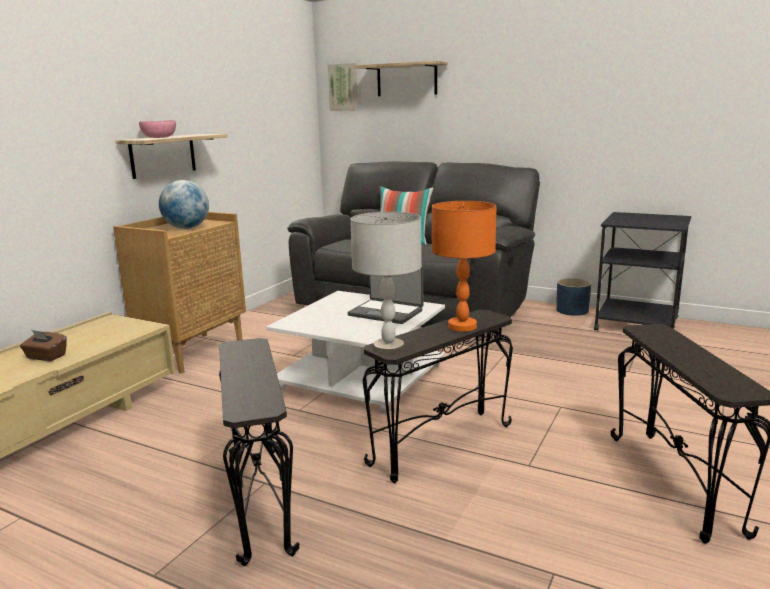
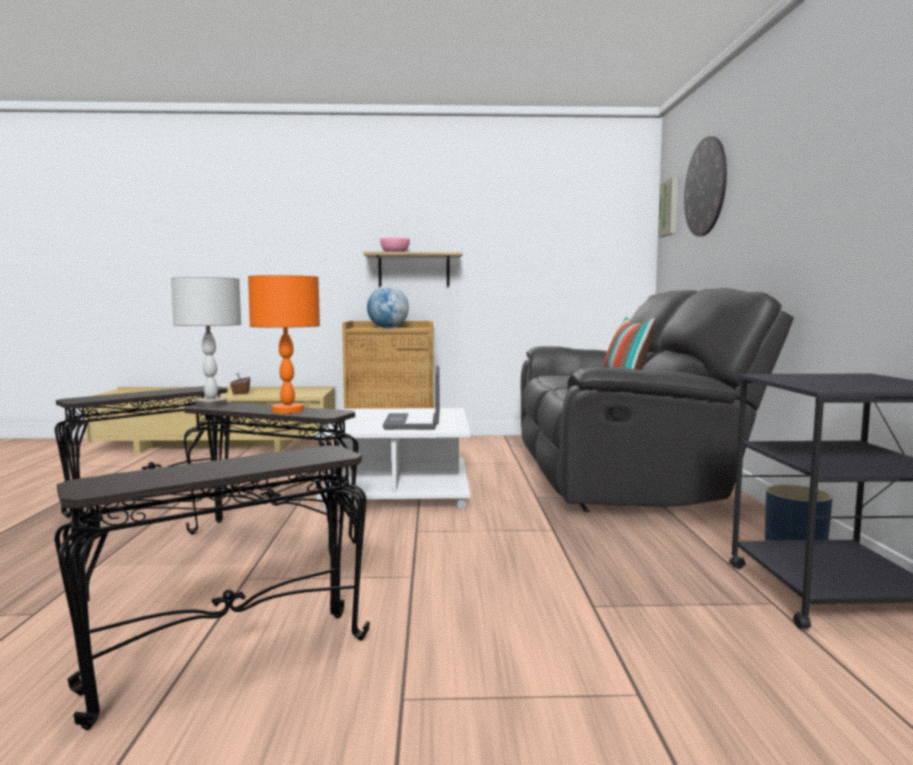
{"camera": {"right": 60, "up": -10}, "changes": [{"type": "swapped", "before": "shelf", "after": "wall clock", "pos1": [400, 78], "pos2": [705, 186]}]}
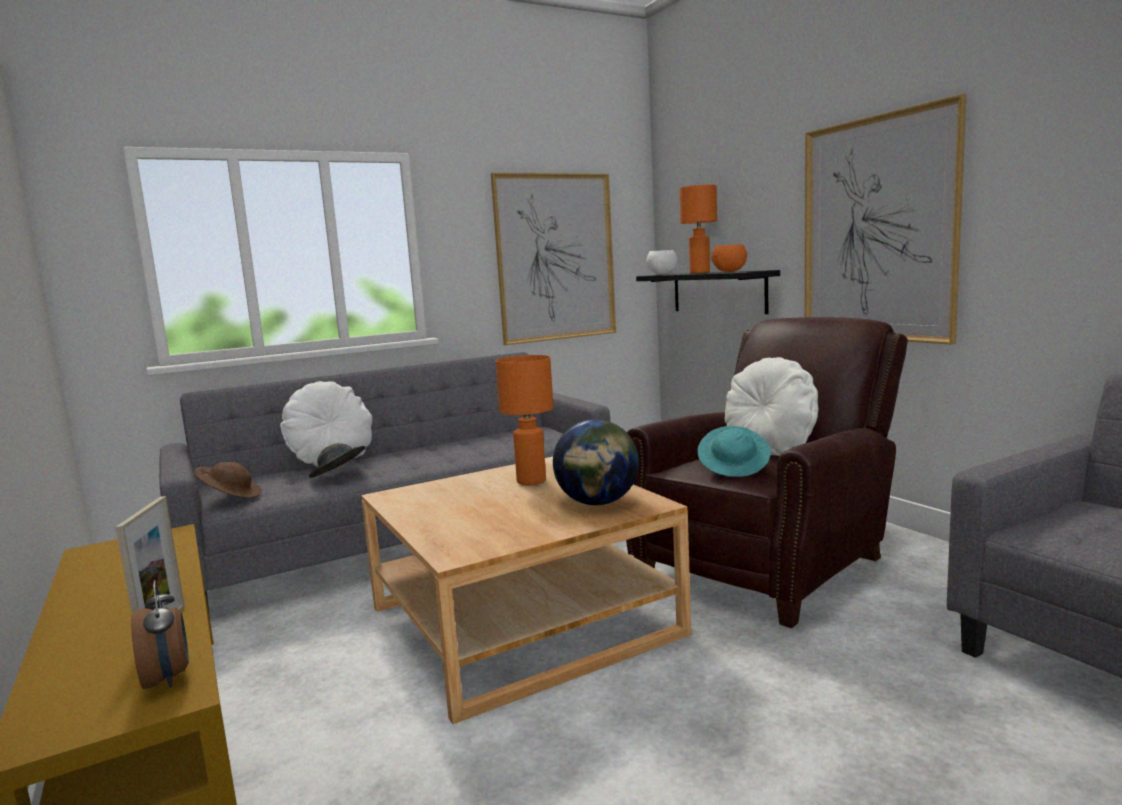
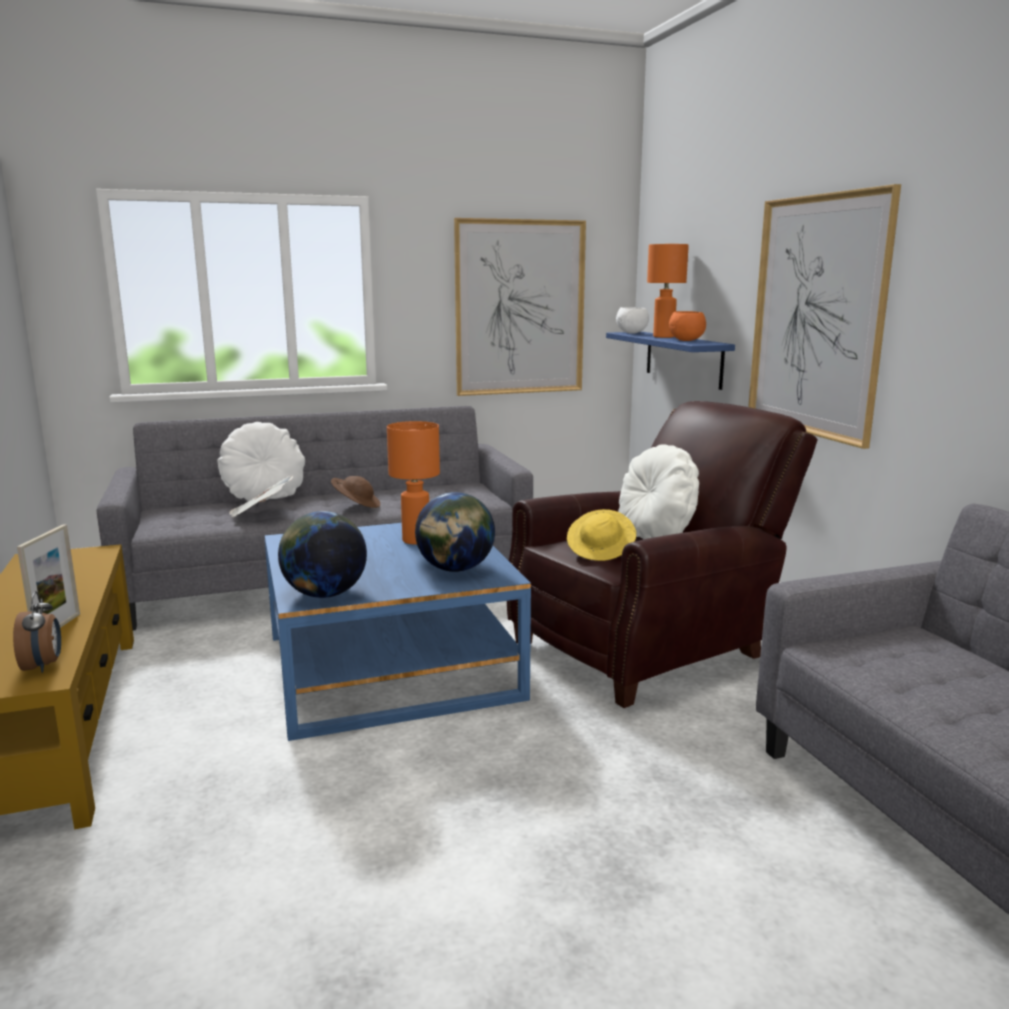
{"camera": {"right": 10, "up": 5}, "changes": [{"type": "shifted", "before": "brown hat", "pos1": [228, 480], "pos2": [355, 492]}, {"type": "swapped", "before": "grey hat", "after": "newspaper", "pos1": [337, 460], "pos2": [261, 497]}, {"type": "repainted", "before": "beige coffee table", "after": "blue coffee table", "pos1": [526, 590], "pos2": [398, 632]}, {"type": "repainted", "before": "black shelf", "after": "blue shelf", "pos1": [708, 292], "pos2": [670, 361]}, {"type": "repainted", "before": "turquoise hat", "after": "yellow hat", "pos1": [734, 451], "pos2": [601, 535]}, {"type": "new", "after": "globe", "pos2": [322, 554]}]}
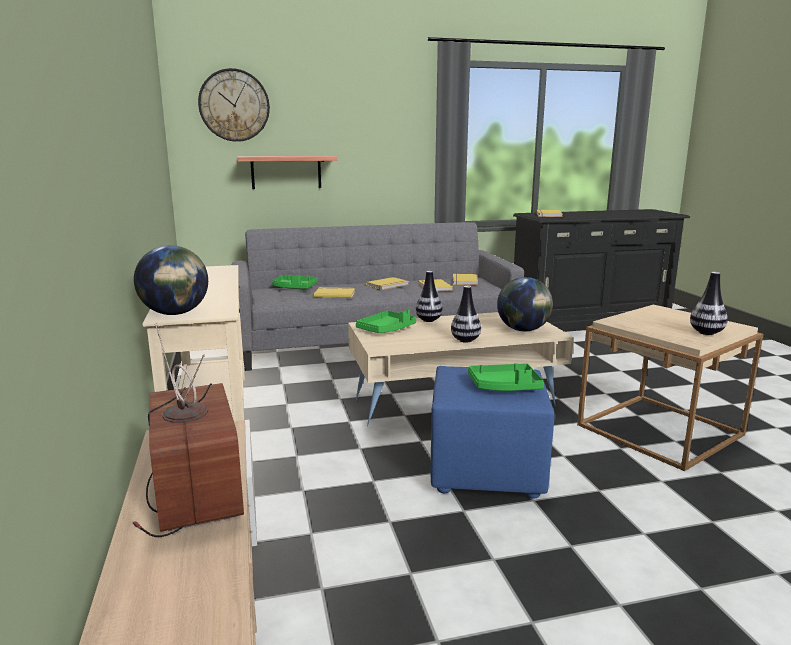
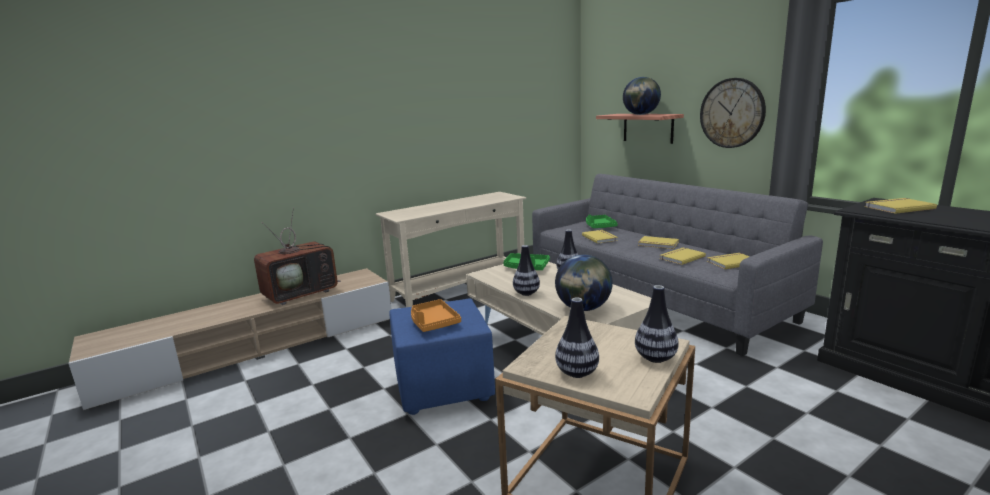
{"camera": {"right": 70, "up": 0}, "changes": [{"type": "shifted", "before": "globe", "pos1": [171, 280], "pos2": [642, 96]}, {"type": "shifted", "before": "wall clock", "pos1": [234, 105], "pos2": [733, 113]}, {"type": "repainted", "before": "green tray", "after": "orange tray", "pos1": [506, 377], "pos2": [436, 315]}, {"type": "new", "after": "vase", "pos2": [656, 324]}]}
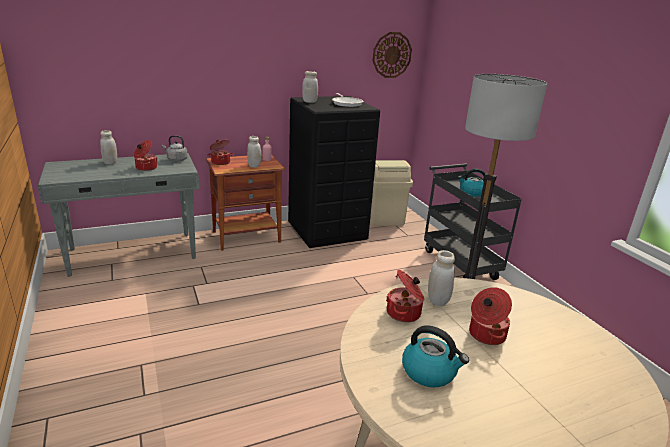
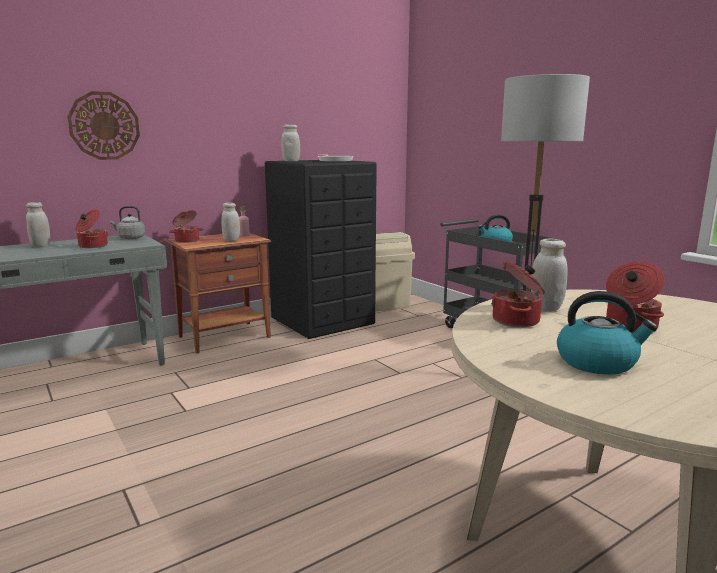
{"camera": {"right": -10, "up": -10}, "changes": [{"type": "shifted", "before": "wall clock", "pos1": [392, 55], "pos2": [103, 125]}]}
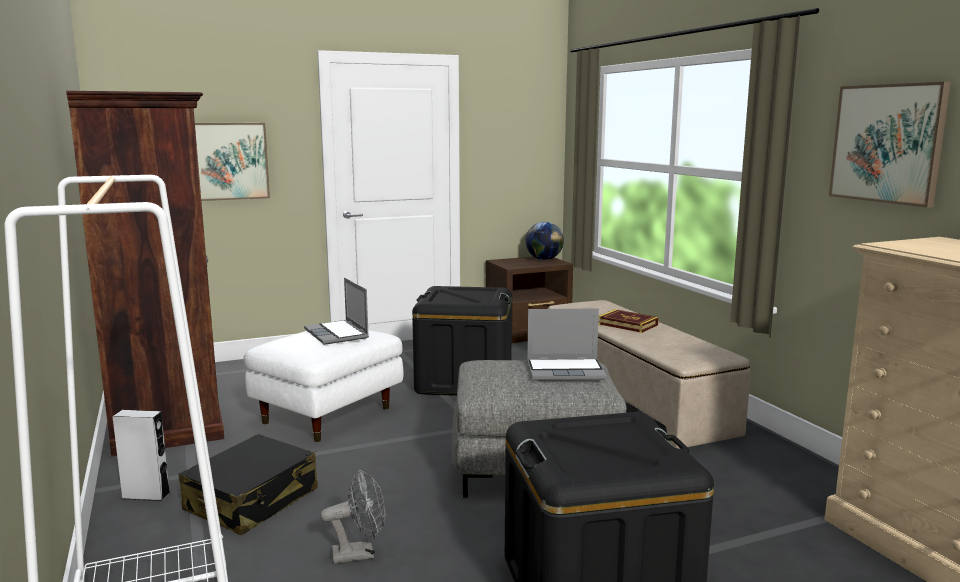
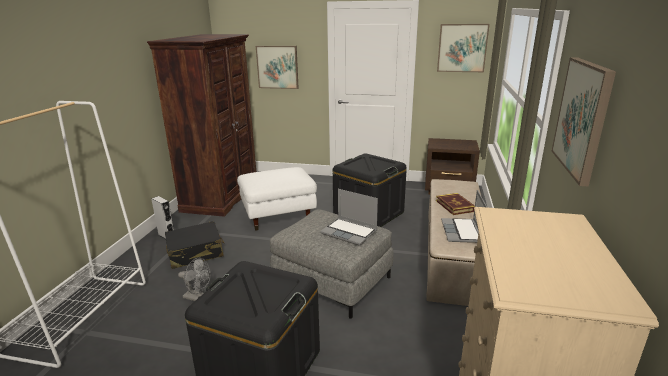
{"camera": {"right": 35, "up": 10}, "changes": [{"type": "shifted", "before": "laptop", "pos1": [336, 311], "pos2": [464, 216]}, {"type": "gone", "before": "globe", "pos1": [545, 241]}, {"type": "new", "after": "picture", "pos2": [463, 48]}]}
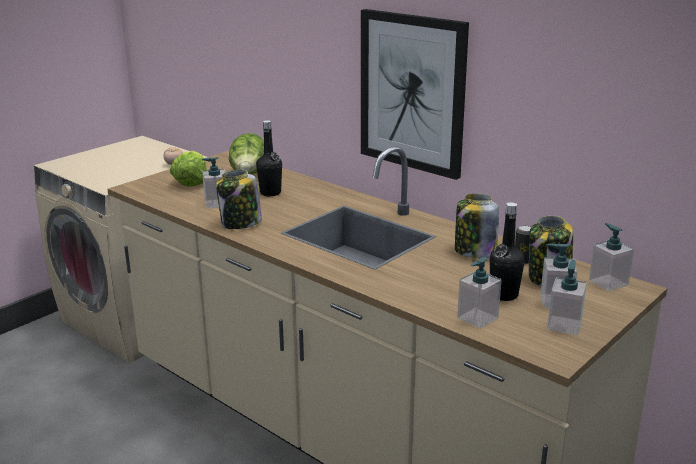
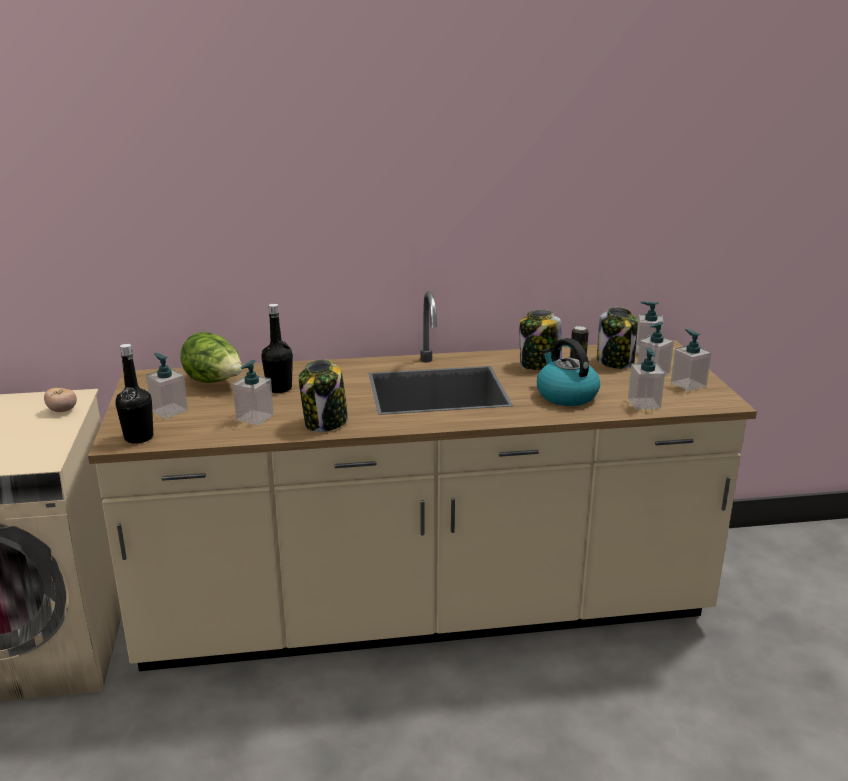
{"camera": {"right": -50, "up": 0}, "changes": [{"type": "swapped", "before": "lettuce", "after": "soap dispenser", "pos1": [188, 169], "pos2": [167, 386]}, {"type": "gone", "before": "picture", "pos1": [415, 94]}, {"type": "shifted", "before": "black bottle", "pos1": [507, 251], "pos2": [134, 394]}, {"type": "new", "after": "kettle", "pos2": [568, 372]}]}
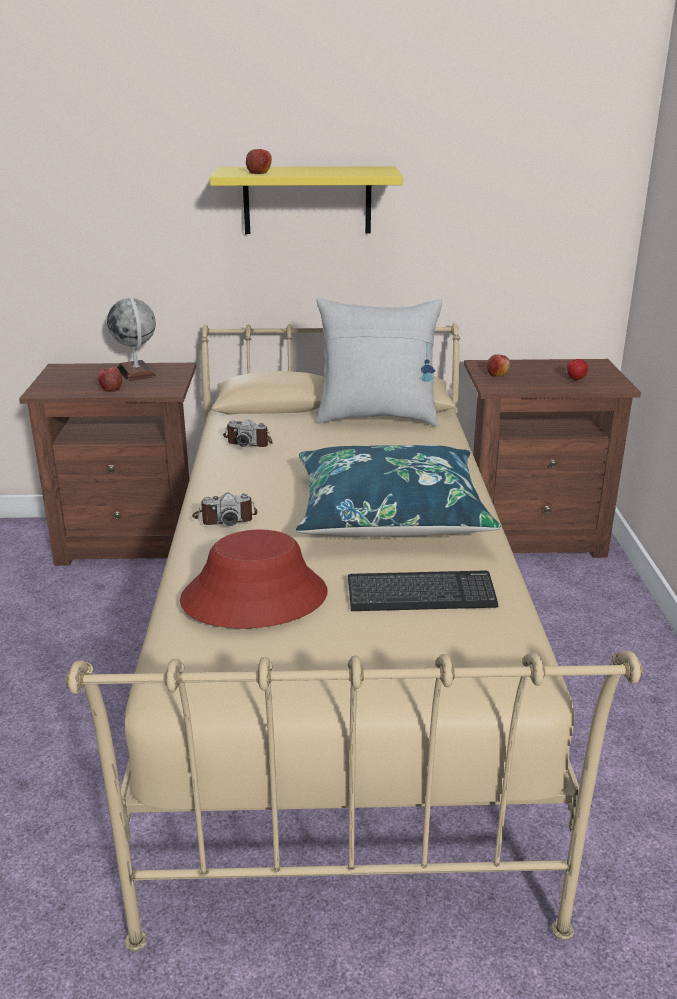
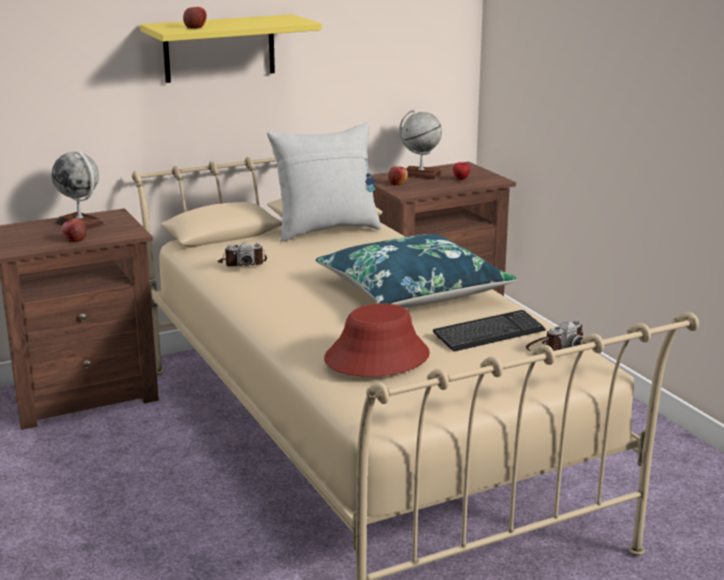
{"camera": {"right": -25, "up": -5}, "changes": [{"type": "shifted", "before": "photo camera", "pos1": [225, 509], "pos2": [554, 335]}, {"type": "new", "after": "globe", "pos2": [420, 144]}]}
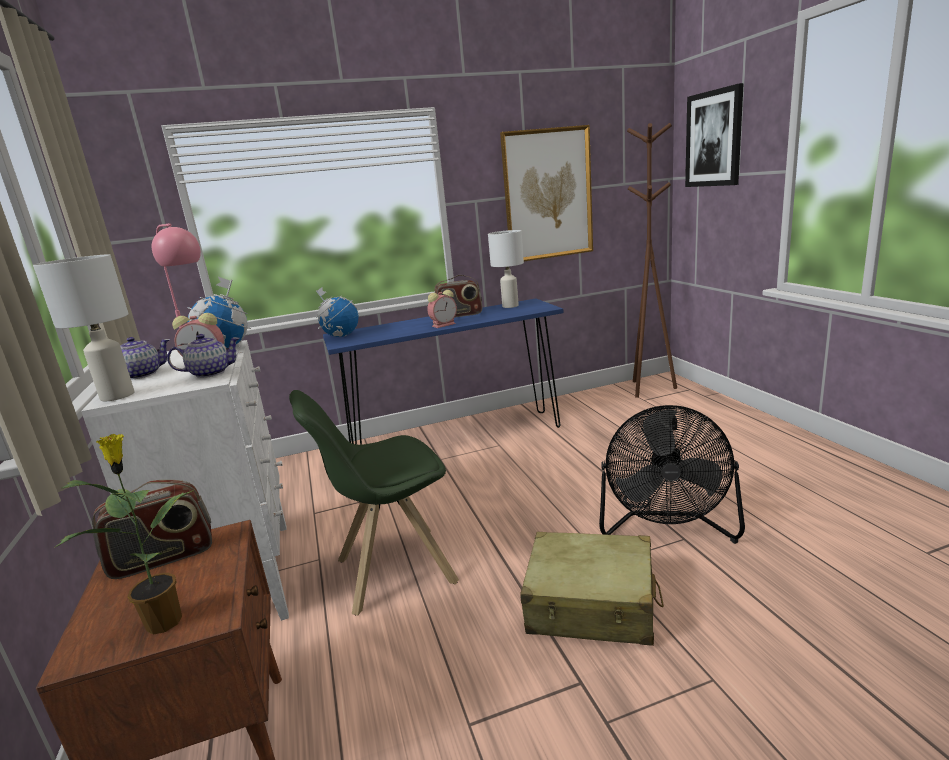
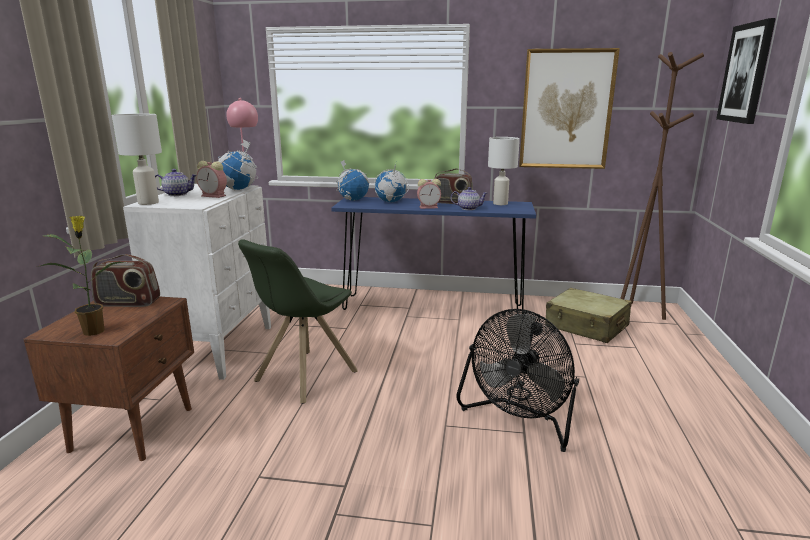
{"camera": {"right": 25, "up": 0}, "changes": [{"type": "shifted", "before": "teapot", "pos1": [203, 356], "pos2": [469, 198]}, {"type": "rotated", "before": "green chair", "pos1": [374, 502], "pos2": [298, 321], "turn": -60}, {"type": "shifted", "before": "beige suitcase", "pos1": [592, 589], "pos2": [588, 315]}, {"type": "new", "after": "globe", "pos2": [391, 183]}]}
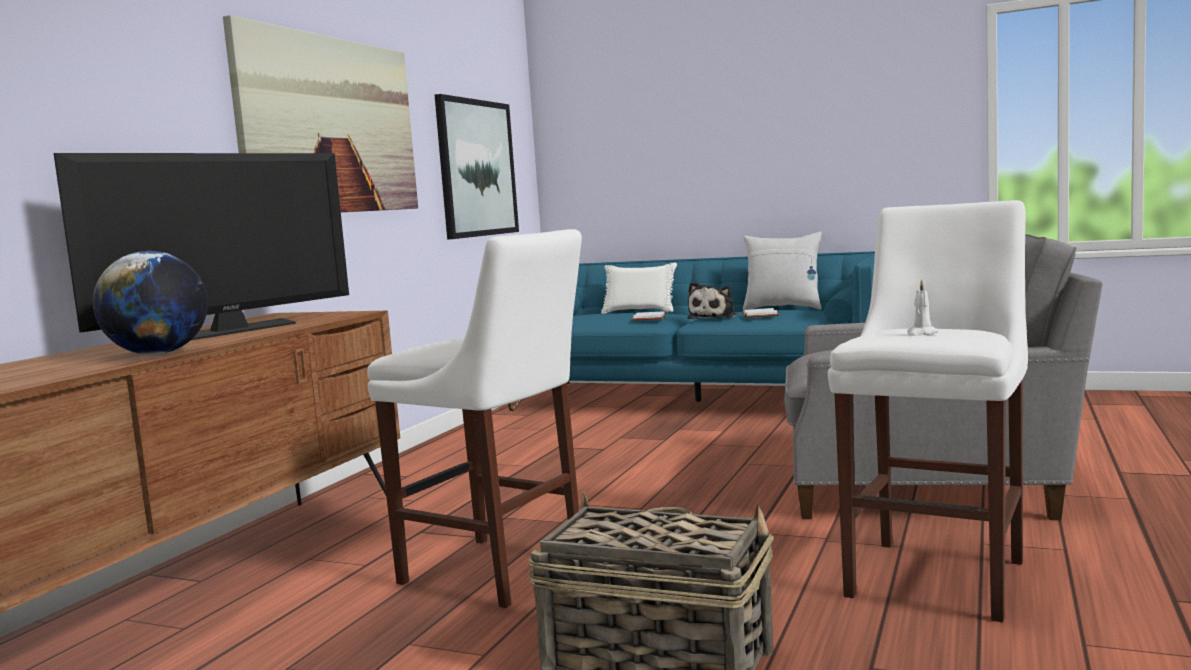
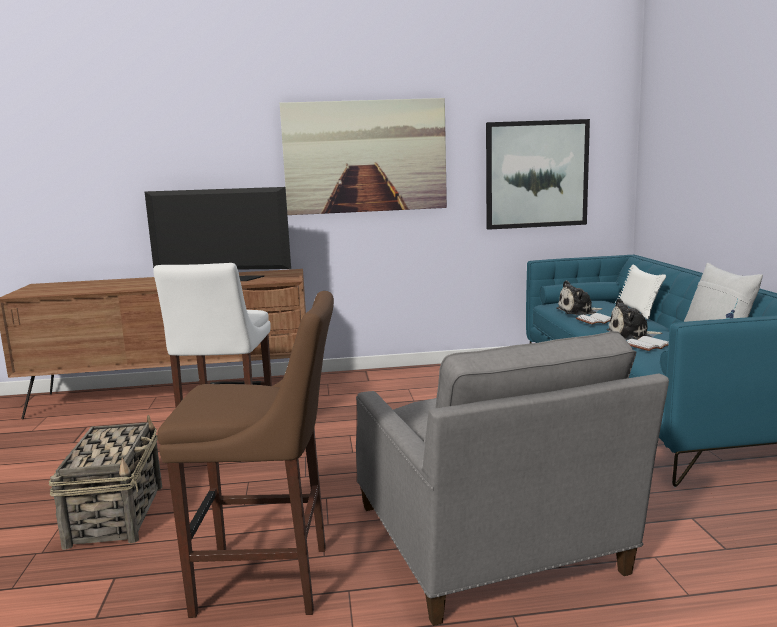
{"camera": {"right": 60, "up": 5}, "changes": [{"type": "gone", "before": "globe", "pos1": [150, 303]}, {"type": "repainted", "before": "white stool", "after": "brown stool", "pos1": [928, 411], "pos2": [245, 454]}, {"type": "gone", "before": "white candle", "pos1": [923, 307]}, {"type": "new", "after": "plush toy", "pos2": [579, 297]}]}
